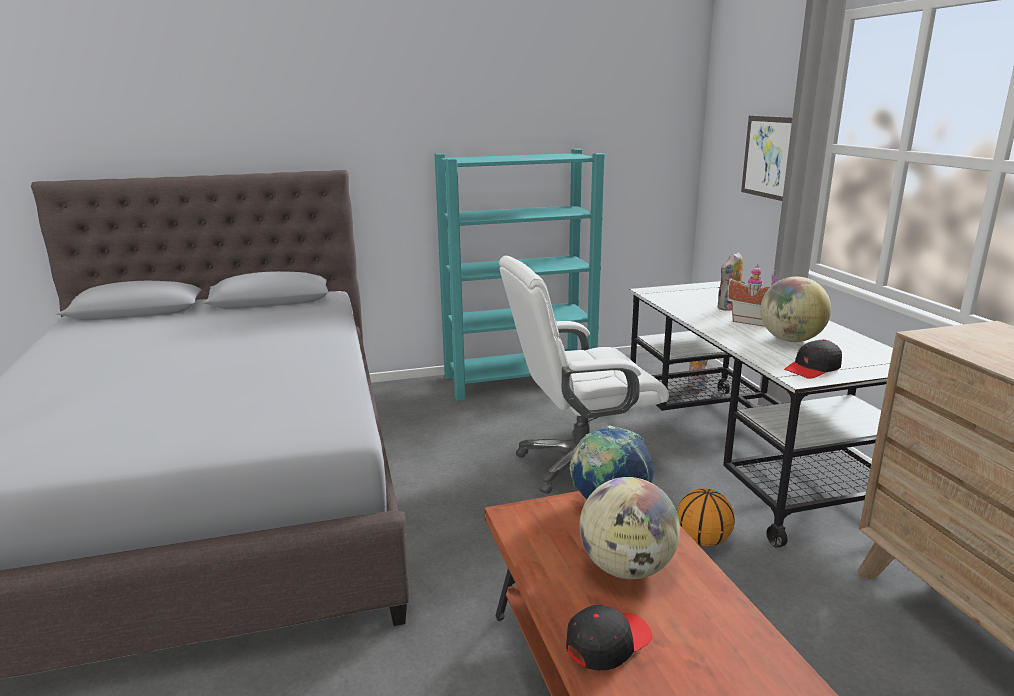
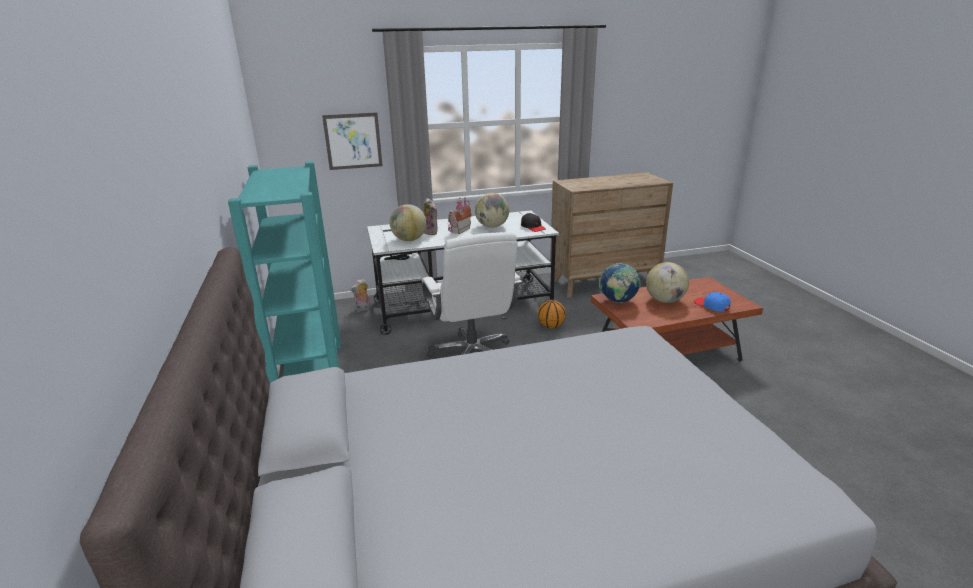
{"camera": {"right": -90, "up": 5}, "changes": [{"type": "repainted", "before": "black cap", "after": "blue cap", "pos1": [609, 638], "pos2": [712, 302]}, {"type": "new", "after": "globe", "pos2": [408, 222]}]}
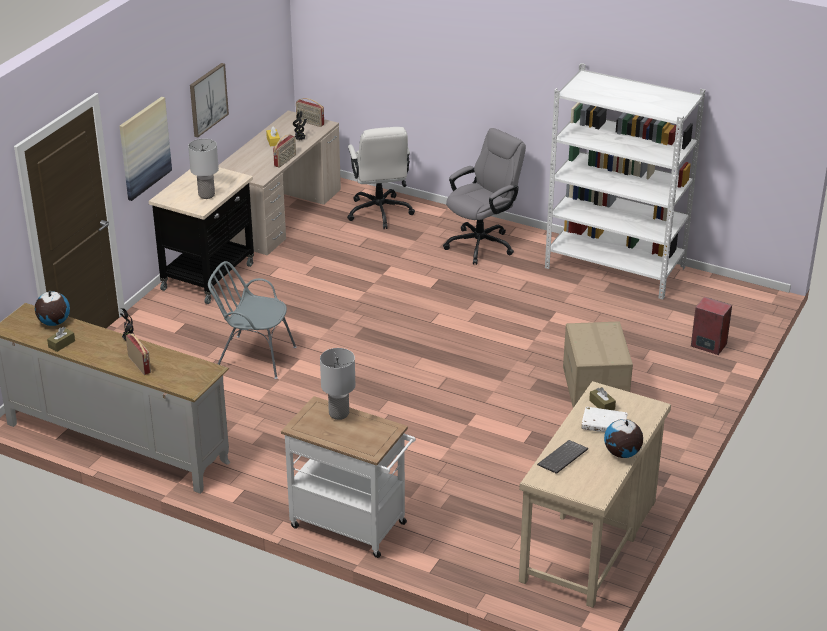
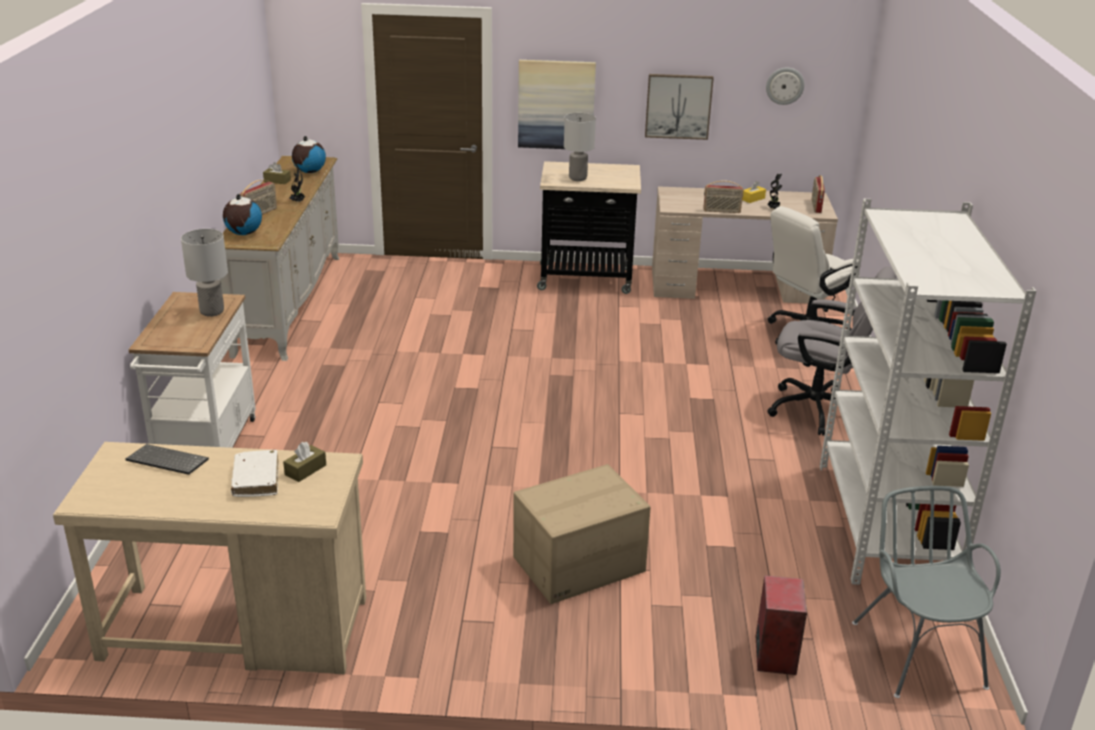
{"camera": {"right": 65, "up": -5}, "changes": [{"type": "shifted", "before": "grey chair", "pos1": [252, 320], "pos2": [926, 592]}, {"type": "shifted", "before": "globe", "pos1": [623, 438], "pos2": [242, 214]}, {"type": "new", "after": "wall clock", "pos2": [785, 86]}]}
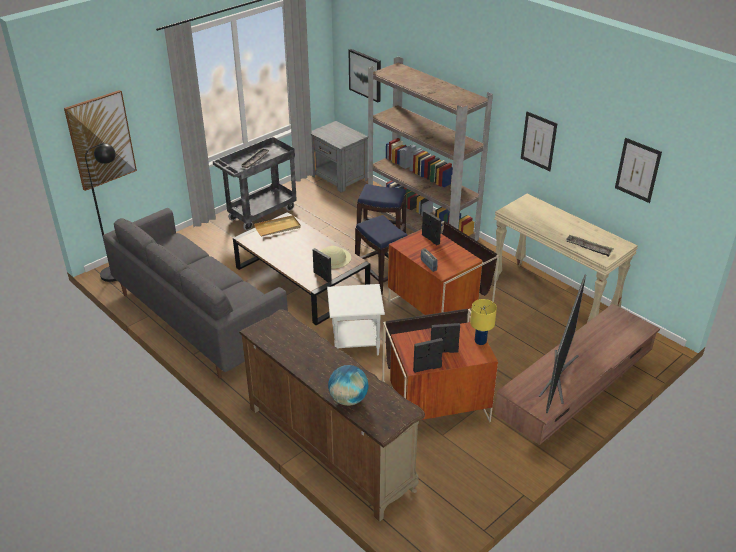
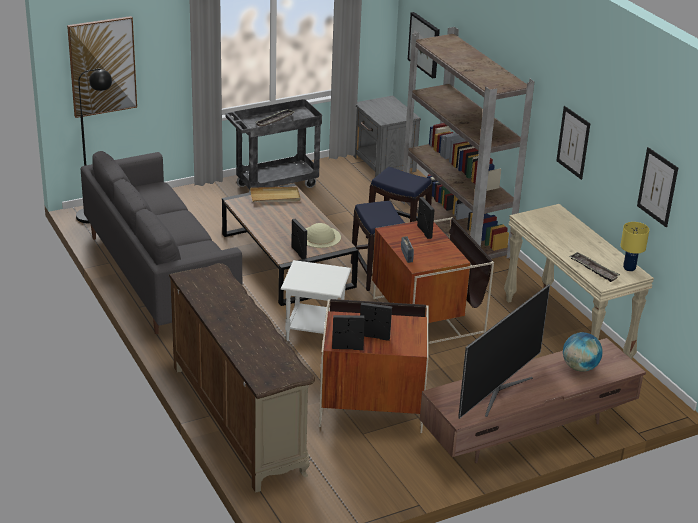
{"camera": {"right": 15, "up": -5}, "changes": [{"type": "shifted", "before": "globe", "pos1": [348, 385], "pos2": [583, 352]}, {"type": "shifted", "before": "yellow table lamp", "pos1": [483, 322], "pos2": [634, 246]}]}
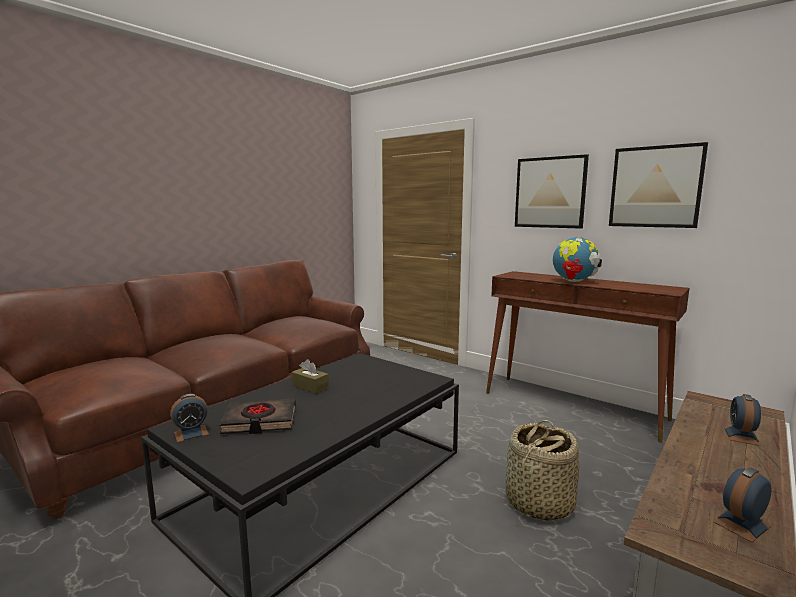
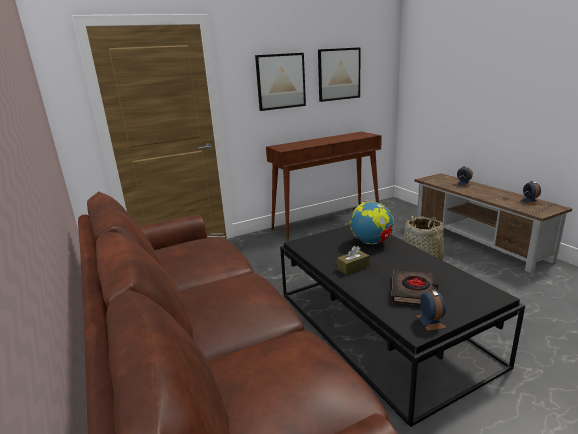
{"camera": {"right": -65, "up": 10}, "changes": [{"type": "shifted", "before": "globe", "pos1": [577, 259], "pos2": [372, 222]}]}
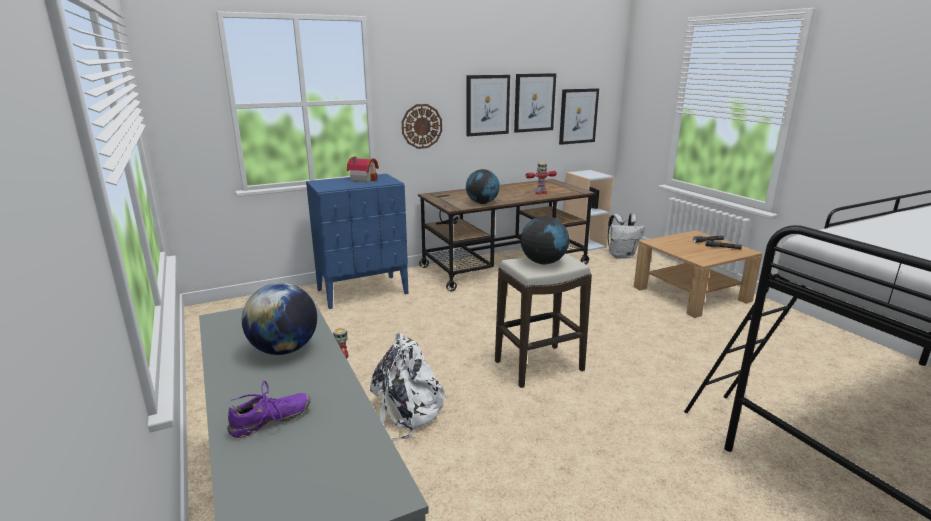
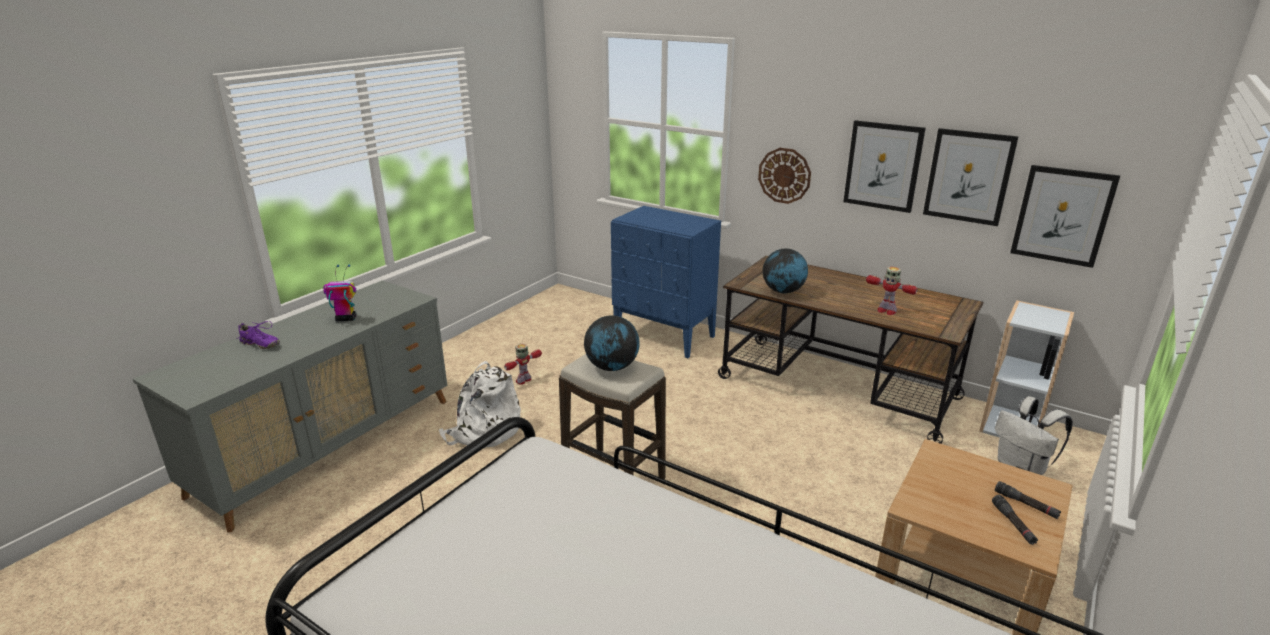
{"camera": {"right": 60, "up": 5}, "changes": [{"type": "swapped", "before": "globe", "after": "toy robot", "pos1": [279, 319], "pos2": [339, 293]}, {"type": "gone", "before": "toy house", "pos1": [363, 169]}]}
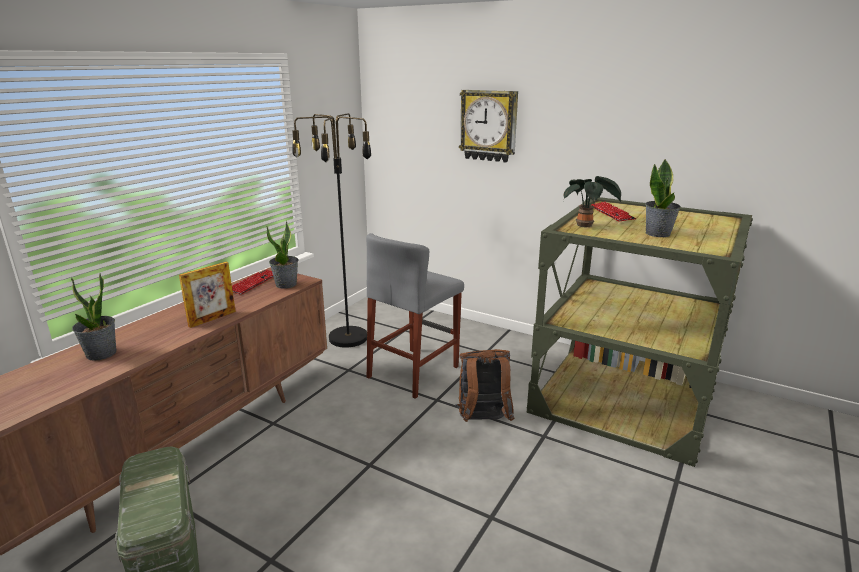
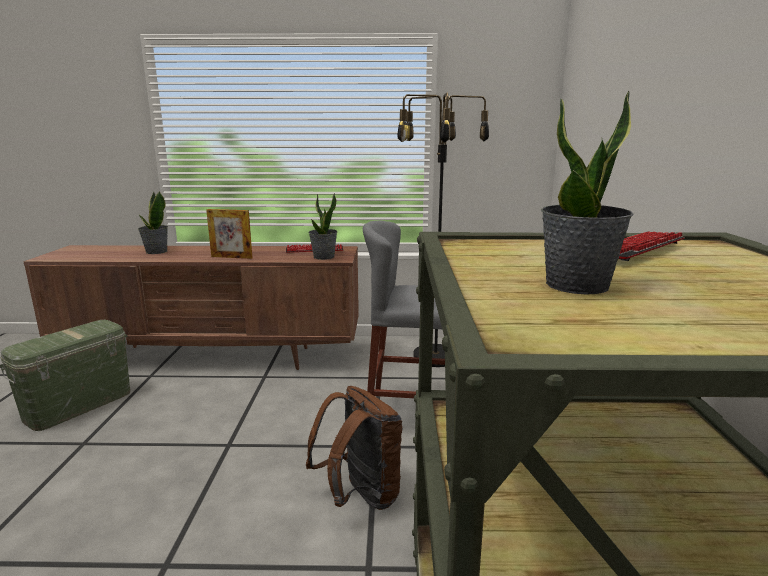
{"camera": {"right": 60, "up": -5}, "changes": [{"type": "gone", "before": "wall clock", "pos1": [488, 126]}, {"type": "gone", "before": "potted plant", "pos1": [592, 201]}]}
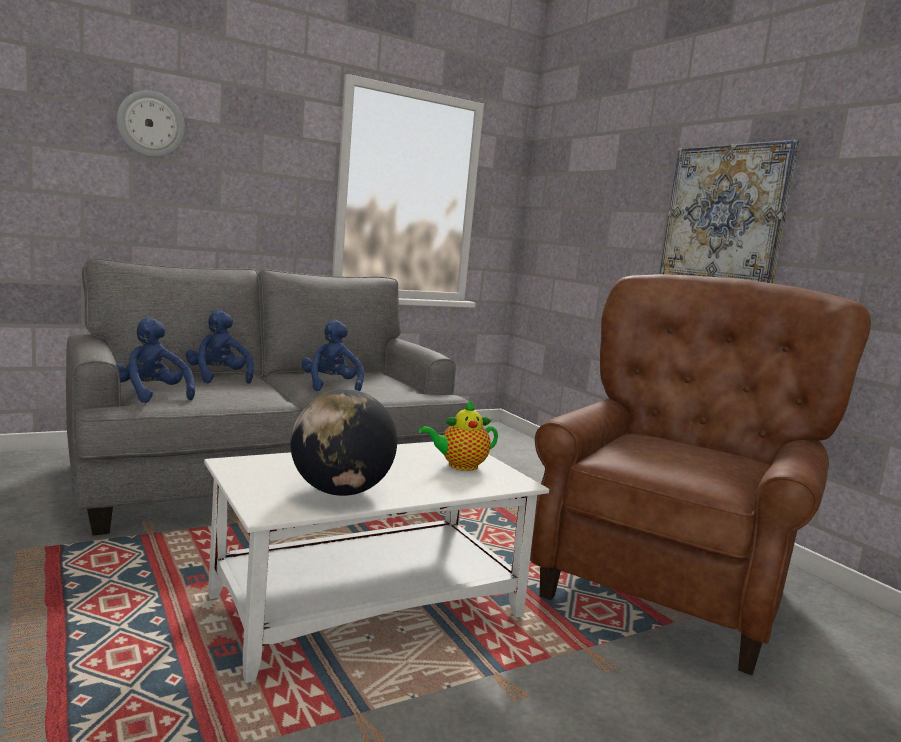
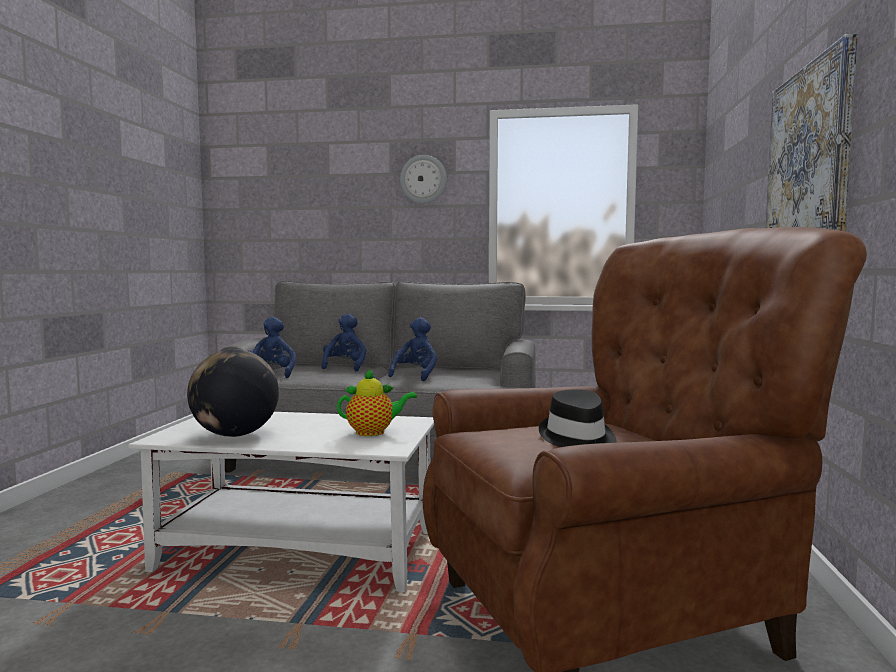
{"camera": {"right": 40, "up": -5}, "changes": [{"type": "shifted", "before": "wall clock", "pos1": [151, 123], "pos2": [423, 179]}, {"type": "rotated", "before": "teapot", "pos1": [458, 435], "pos2": [377, 402], "turn": 150}, {"type": "new", "after": "black hat", "pos2": [577, 418]}]}
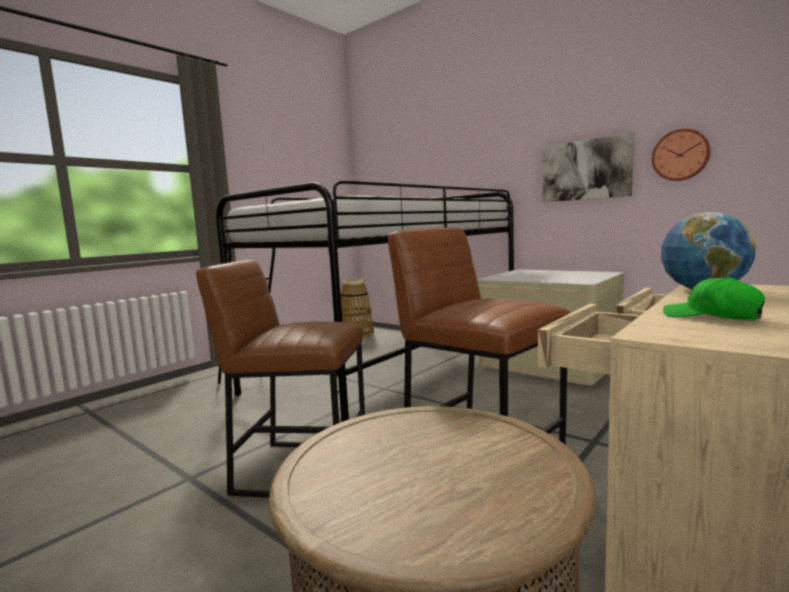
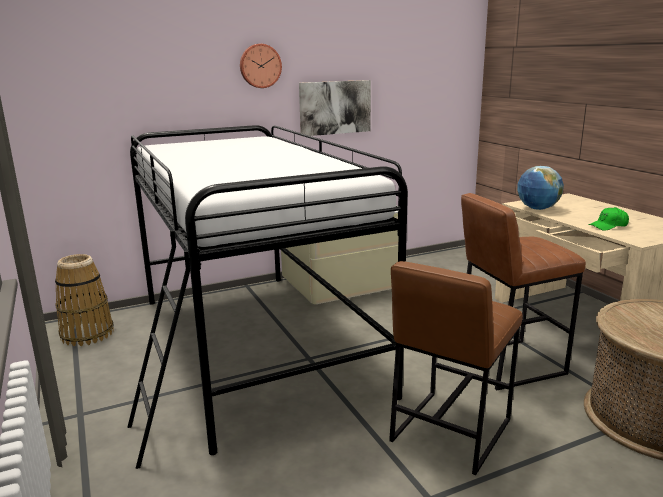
{"camera": {"right": -65, "up": 10}, "changes": [{"type": "shifted", "before": "wall clock", "pos1": [681, 155], "pos2": [261, 66]}]}
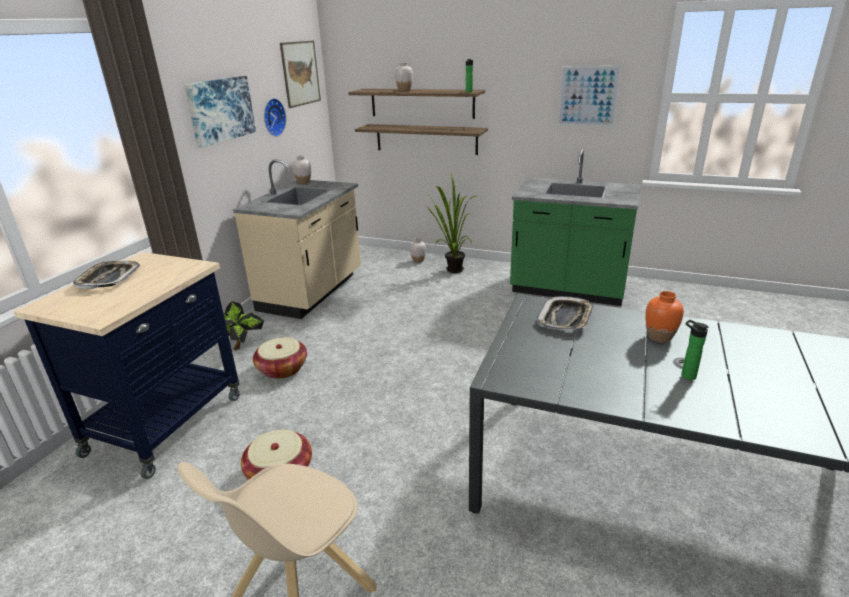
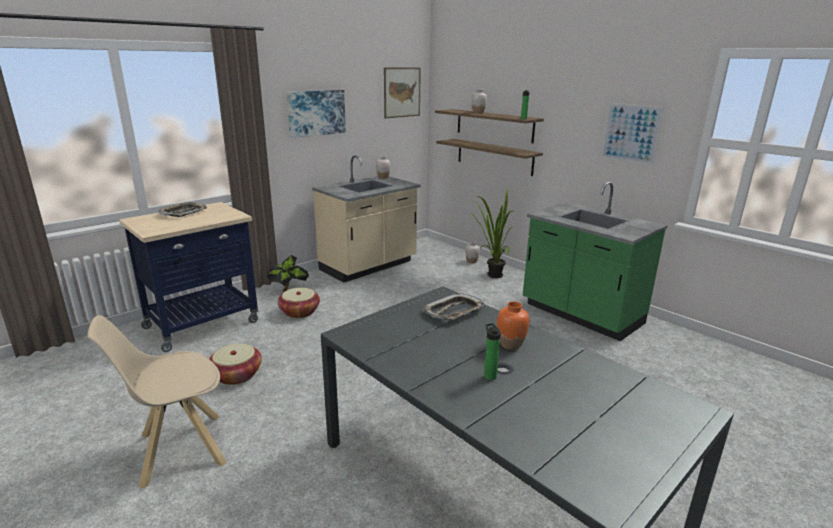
{"camera": {"right": 25, "up": -5}, "changes": [{"type": "gone", "before": "wall clock", "pos1": [275, 117]}]}
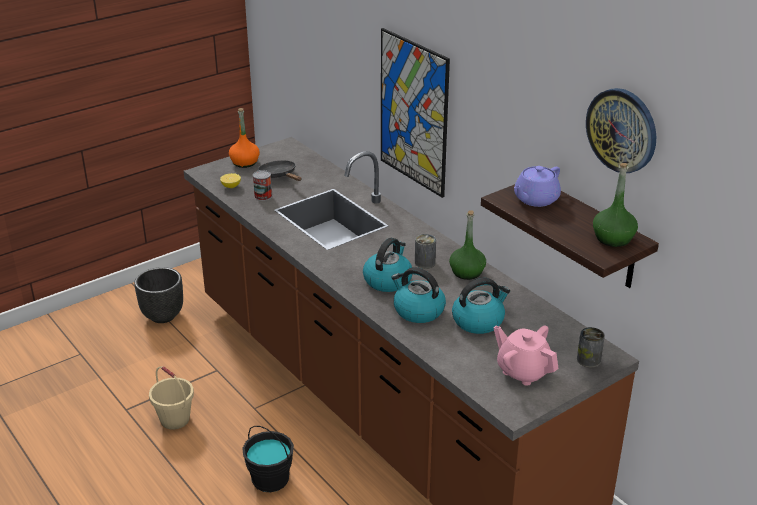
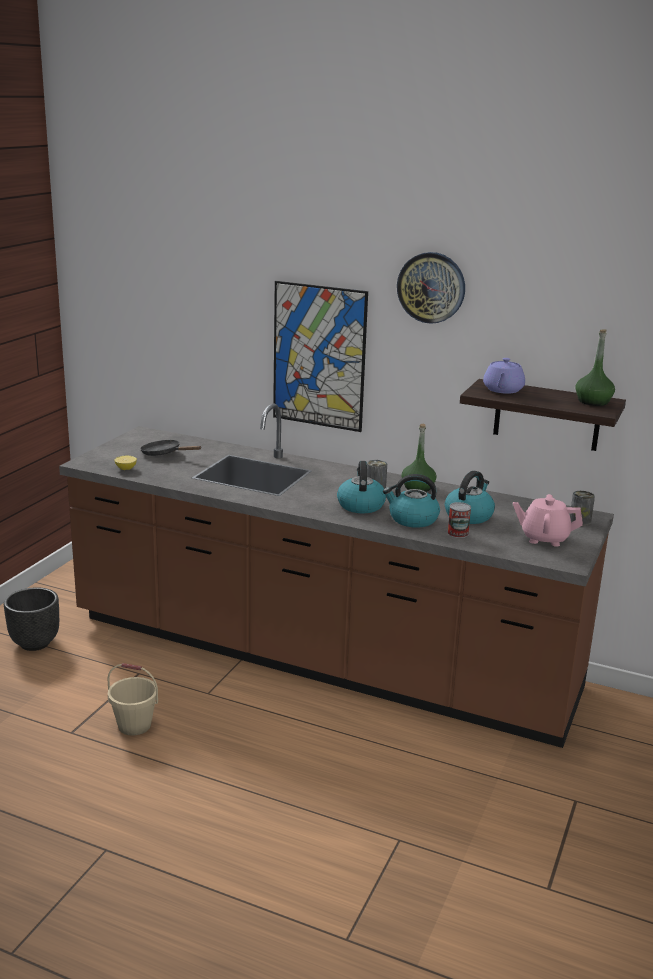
{"camera": {"right": -30, "up": -10}, "changes": [{"type": "gone", "before": "orange bottle", "pos1": [244, 138]}, {"type": "gone", "before": "black bucket", "pos1": [268, 459]}, {"type": "shifted", "before": "can", "pos1": [262, 185], "pos2": [459, 520]}, {"type": "shifted", "before": "wall clock", "pos1": [621, 130], "pos2": [431, 288]}]}
